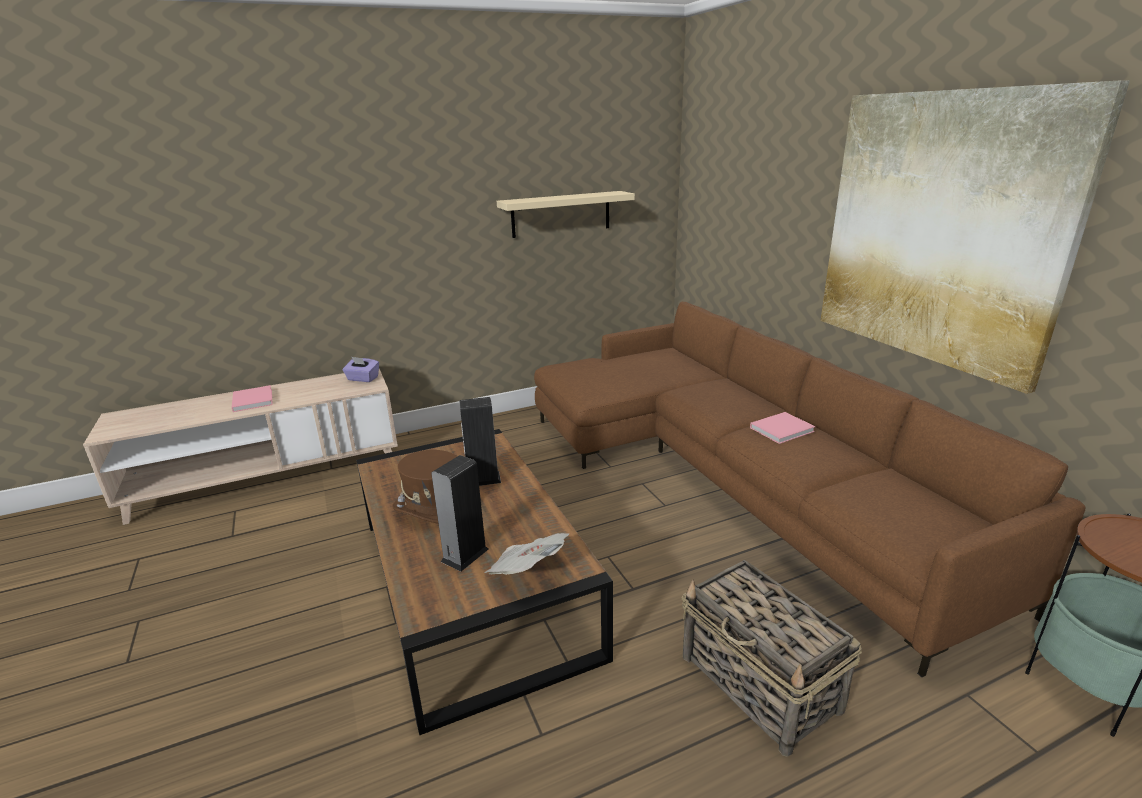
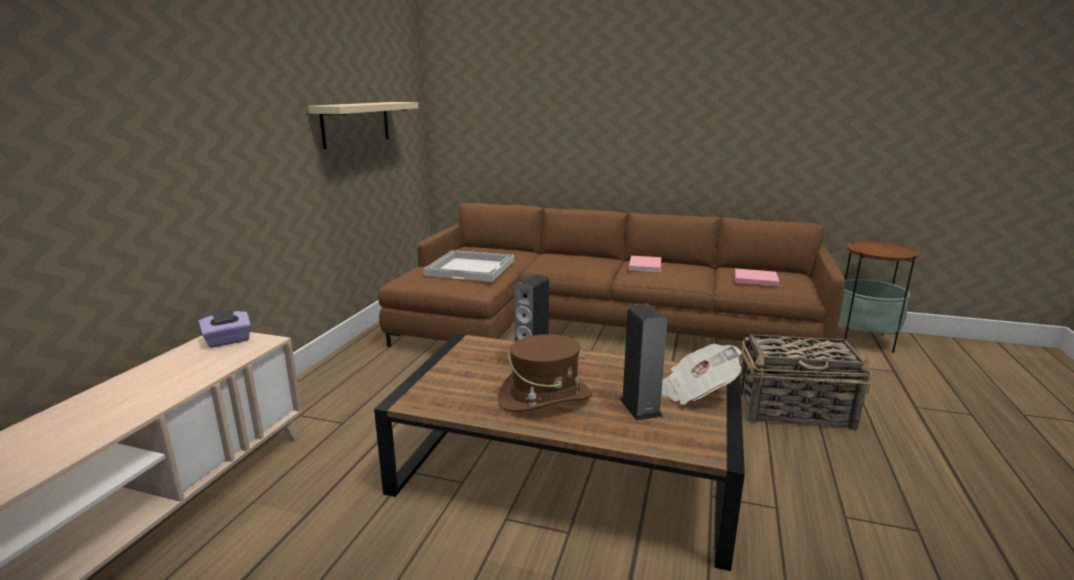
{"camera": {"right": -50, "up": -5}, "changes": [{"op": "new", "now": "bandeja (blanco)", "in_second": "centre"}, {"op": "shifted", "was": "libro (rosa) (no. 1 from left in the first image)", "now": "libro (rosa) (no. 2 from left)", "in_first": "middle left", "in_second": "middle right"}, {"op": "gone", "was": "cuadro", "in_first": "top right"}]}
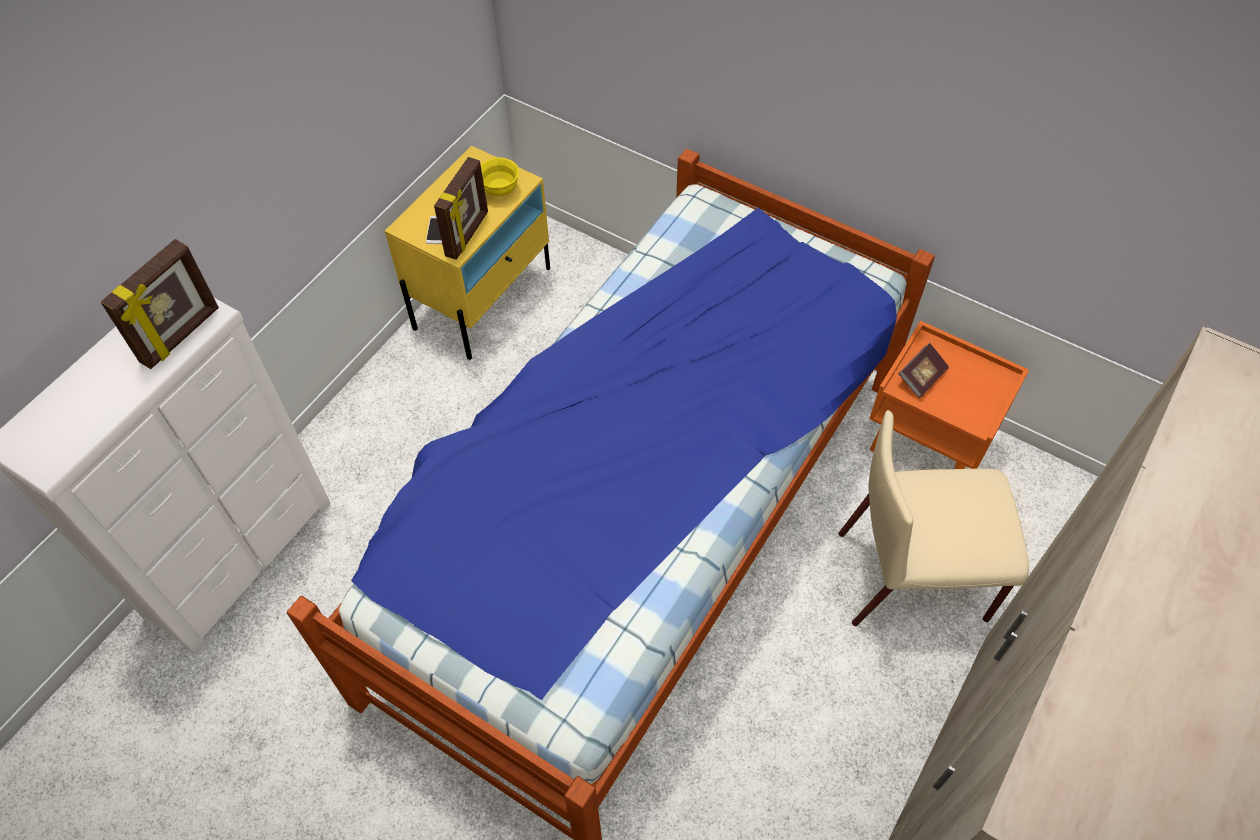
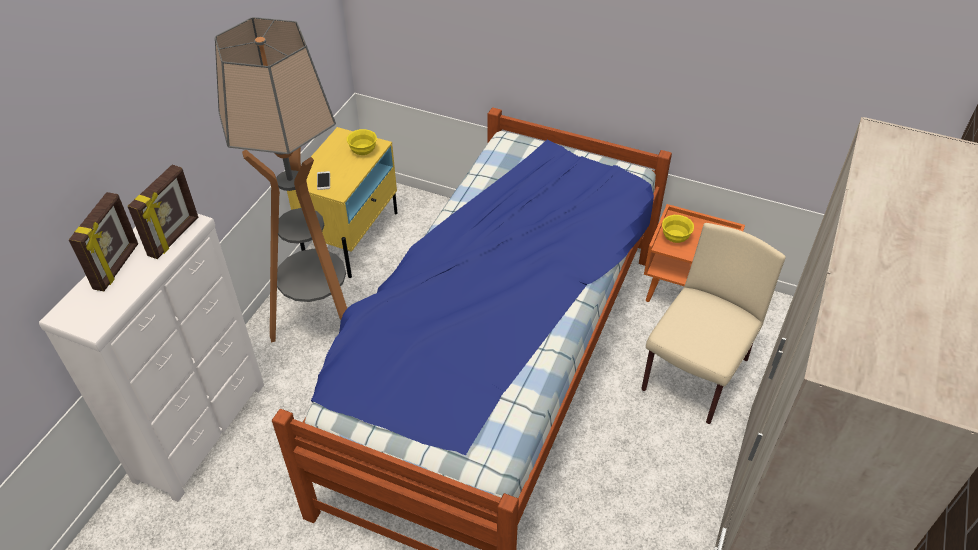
{"camera": {"right": -10, "up": -10}, "changes": [{"op": "shifted", "was": "portarretratos (no. 2 from left in the first image)", "now": "portarretratos (no. 1 from left)", "in_first": "top centre", "in_second": "middle left"}, {"op": "new", "now": "lámpara de pie", "in_second": "top left"}, {"op": "rotated", "was": "silla (beis)", "in_first": "middle right", "in_second": "middle right", "clockwise": 135}, {"op": "swapped", "was": "libro", "now": "cuenco (amarillo) (no. 2 from left)", "in_first": "middle right", "in_second": "middle right"}]}
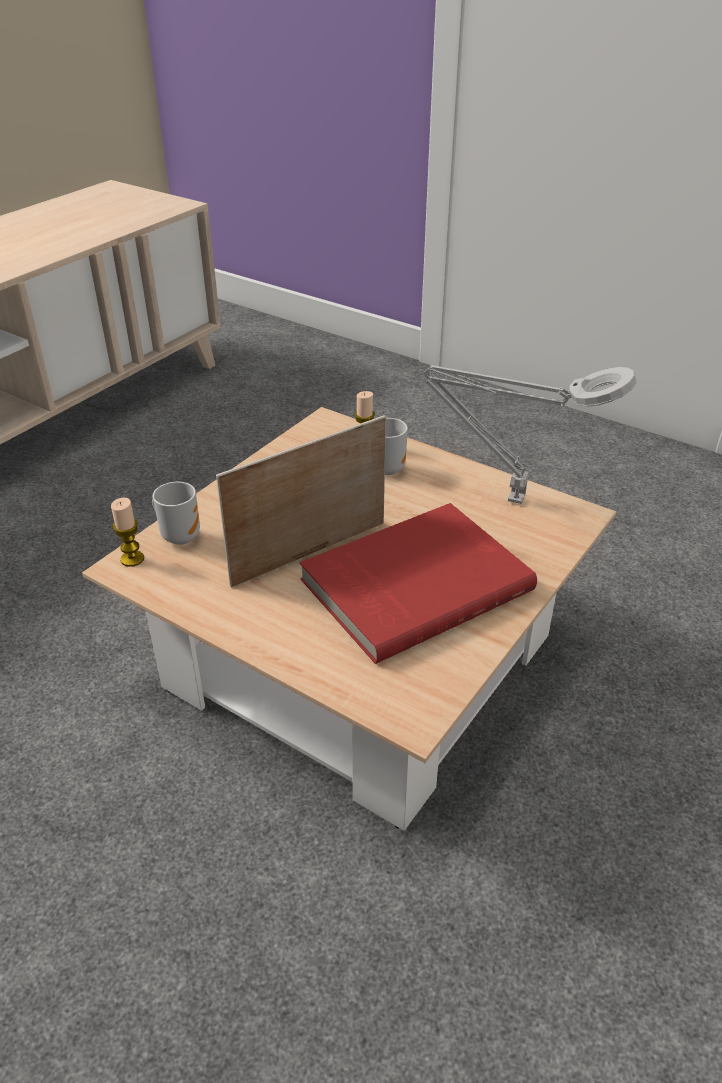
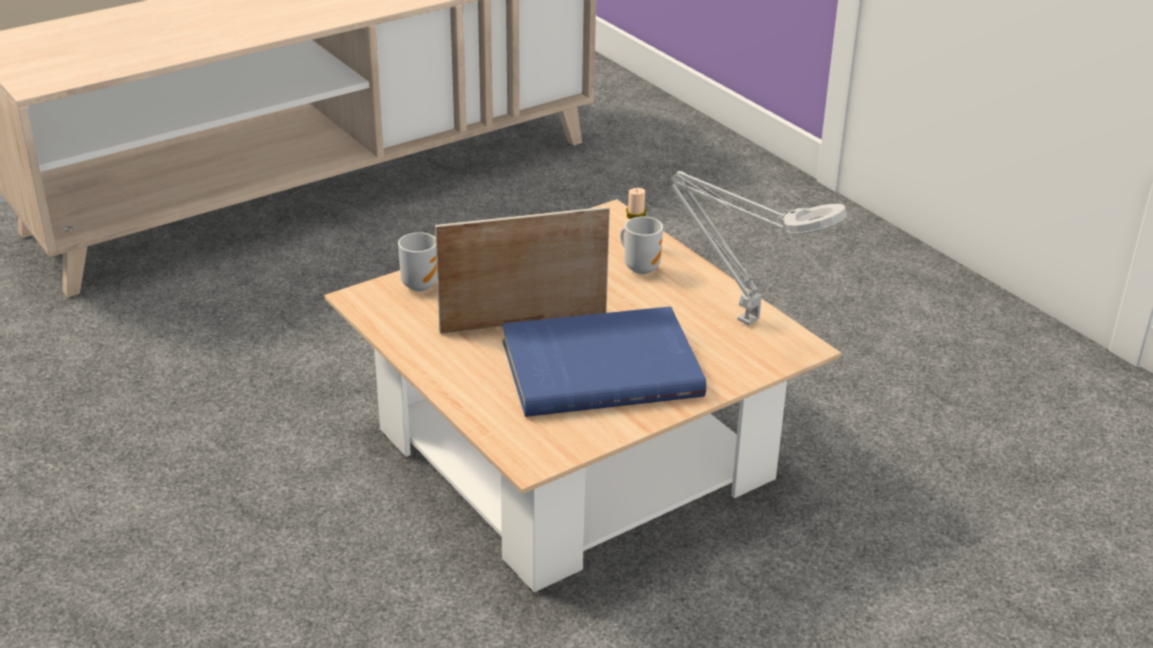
{"camera": {"right": 20, "up": -5}, "changes": [{"op": "repainted", "was": "libro (rojo)", "now": "libro (azul)", "in_first": "centre", "in_second": "centre"}, {"op": "gone", "was": "vela (no. 1 from left)", "in_first": "middle left"}]}
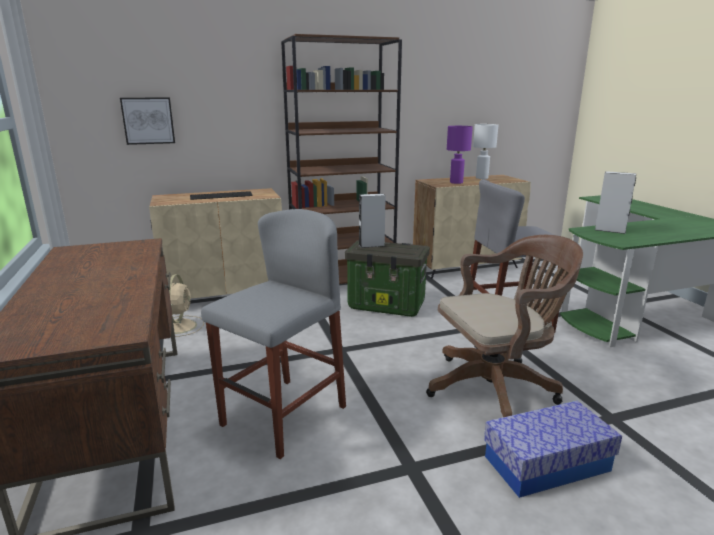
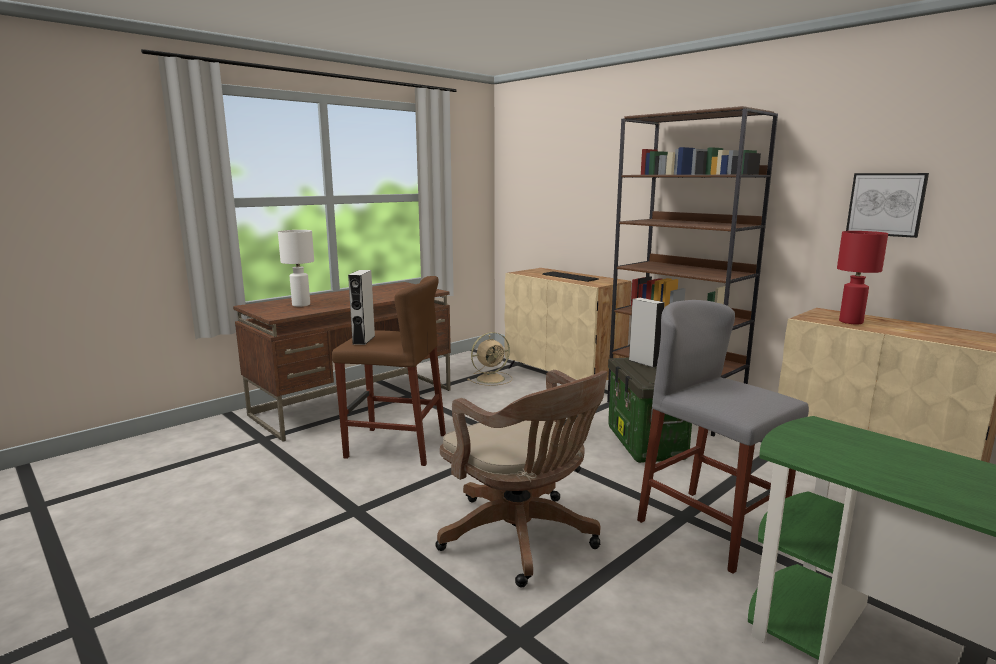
{"camera": {"right": 65, "up": -5}, "changes": [{"op": "shifted", "was": "lámpara de mesa (blanco)", "in_first": "top right", "in_second": "middle left"}, {"op": "repainted", "was": "taburete (gris) (no. 1 from left)", "now": "taburete (marrón)", "in_first": "centre", "in_second": "centre"}, {"op": "shifted", "was": "altavoz (gris) (no. 2 from left in the first image)", "now": "altavoz (gris) (no. 1 from left)", "in_first": "middle right", "in_second": "centre"}, {"op": "repainted", "was": "lámpara de mesa (morado)", "now": "lámpara de mesa (rojo)", "in_first": "top centre", "in_second": "middle right"}, {"op": "shifted", "was": "cuadro", "in_first": "top left", "in_second": "top right"}, {"op": "gone", "was": "caja de almacenaje (no. 2 from left)", "in_first": "bottom right"}]}
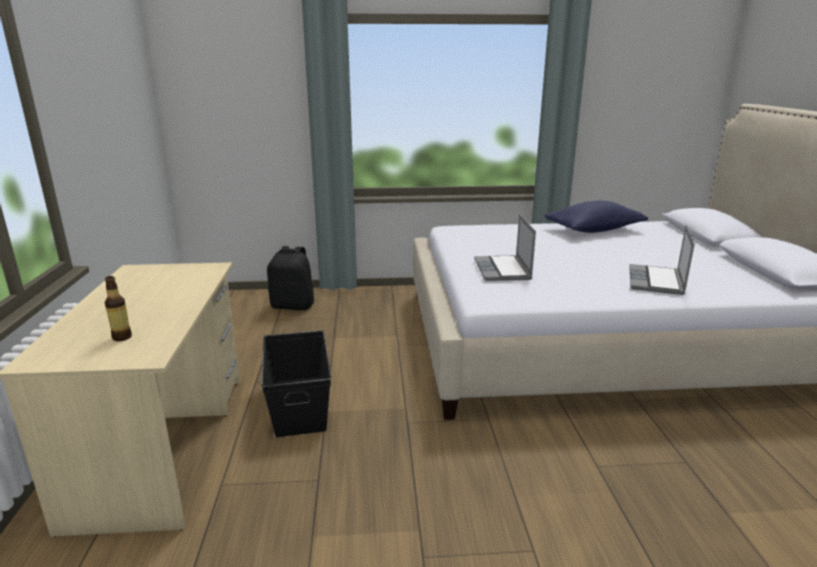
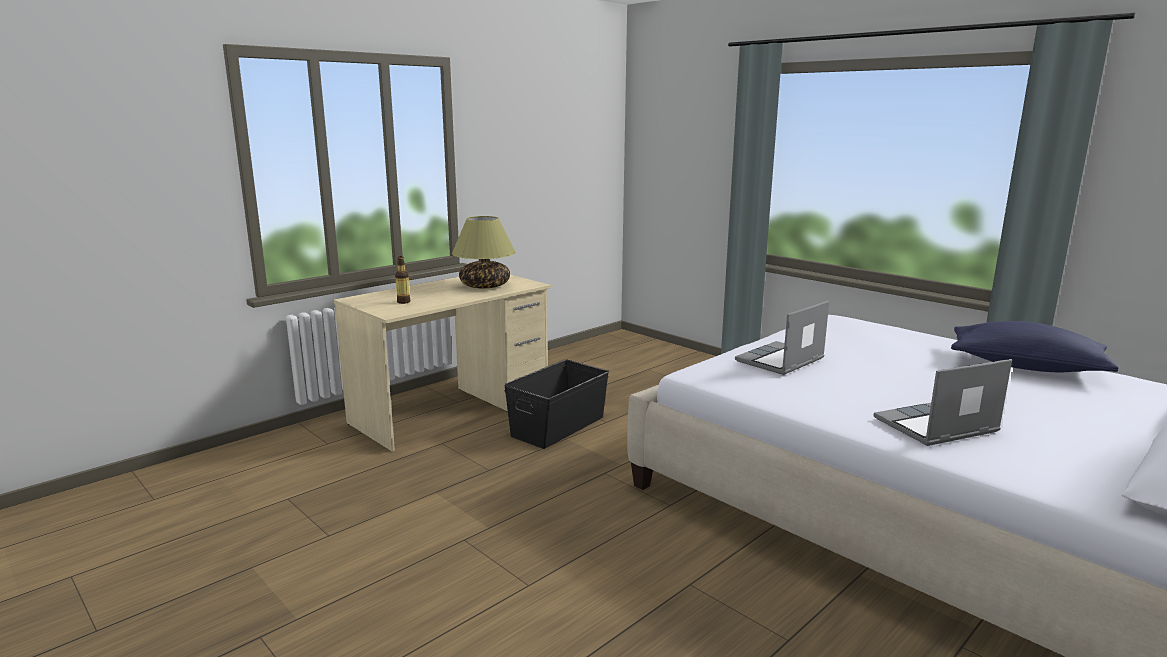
{"camera": {"right": 50, "up": -5}, "changes": [{"op": "new", "now": "lámpara de mesa", "in_second": "centre"}, {"op": "gone", "was": "mochila (negro)", "in_first": "centre"}]}
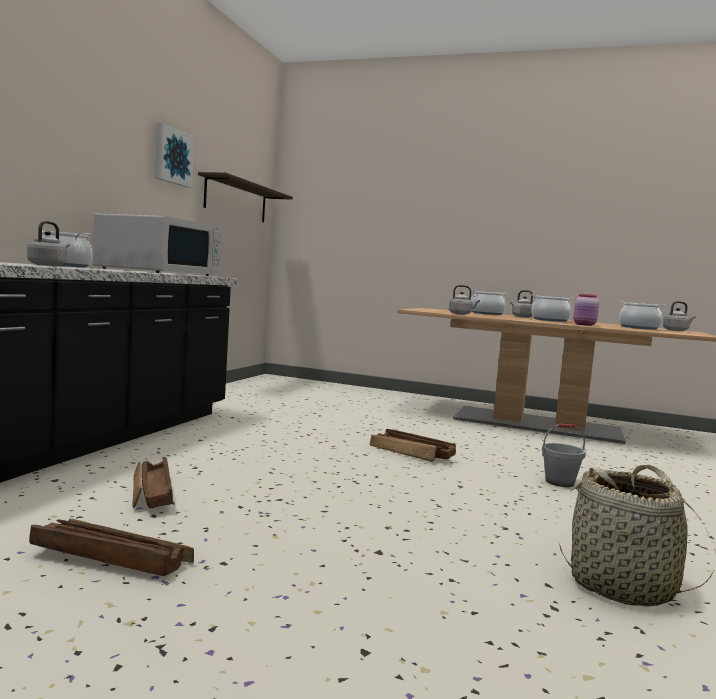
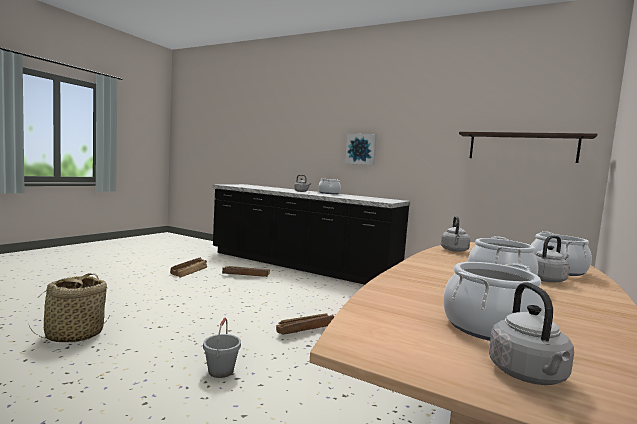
{"camera": {"right": 100, "up": 0}, "changes": [{"op": "shifted", "was": "cuadro", "in_first": "top left", "in_second": "centre"}, {"op": "gone", "was": "microondas (blanco)", "in_first": "middle left"}, {"op": "gone", "was": "tarro (rosa)", "in_first": "middle right"}]}
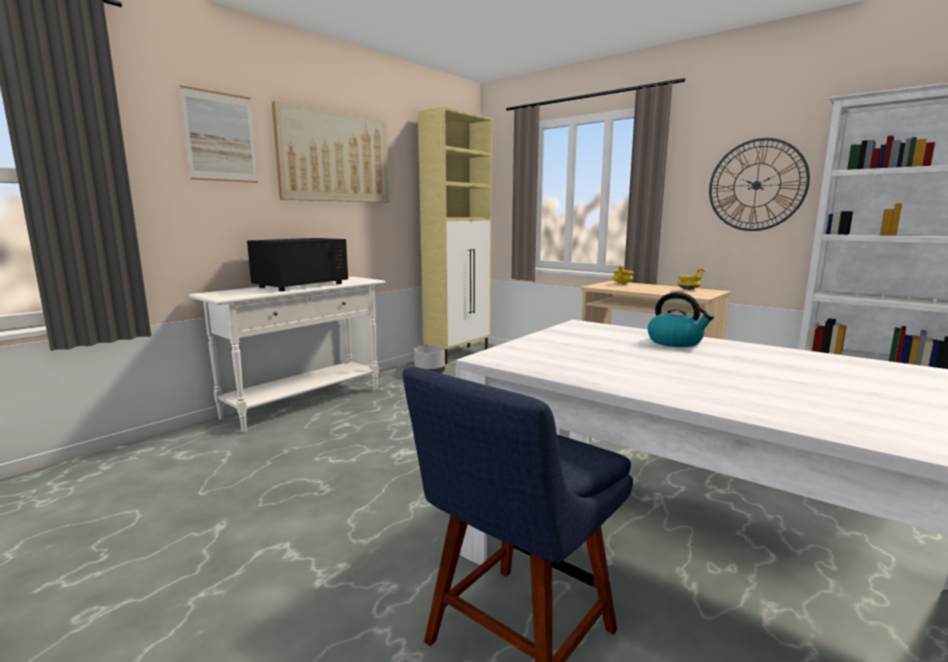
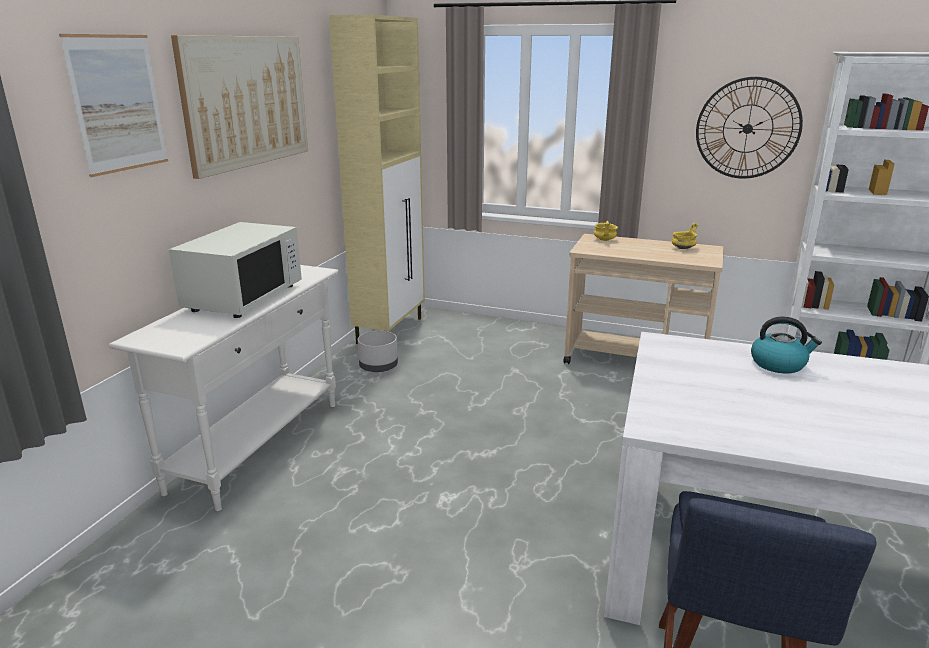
{"camera": {"right": -20, "up": 10}, "changes": [{"op": "repainted", "was": "microondas (negro)", "now": "microondas (blanco)", "in_first": "middle left", "in_second": "middle left"}]}
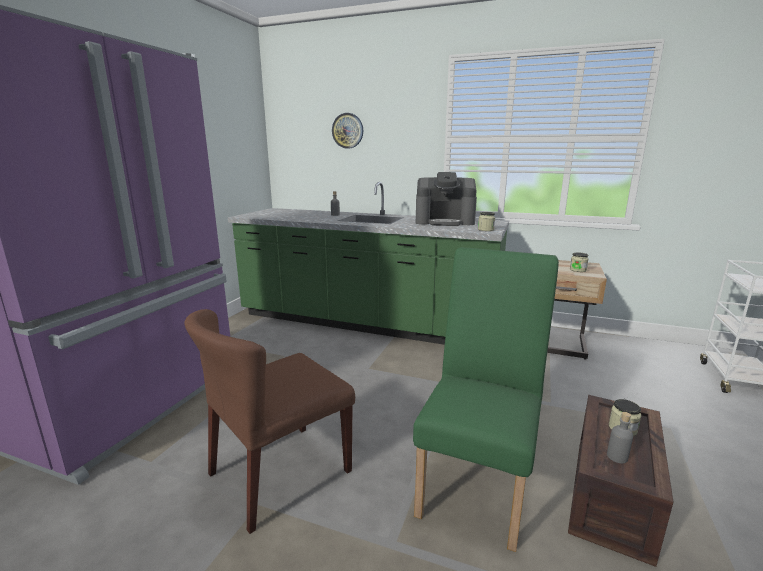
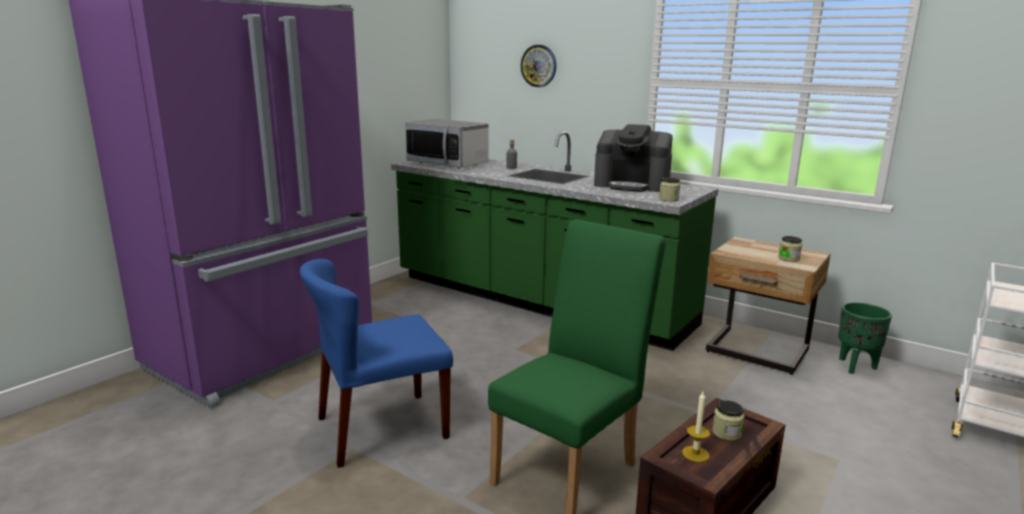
{"camera": {"right": 15, "up": 0}, "changes": [{"op": "repainted", "was": "silla (marrón)", "now": "silla (azul)", "in_first": "bottom centre", "in_second": "bottom centre"}, {"op": "new", "now": "microondas", "in_second": "top centre"}, {"op": "swapped", "was": "botella (gris) (no. 2 from left)", "now": "vela", "in_first": "bottom right", "in_second": "bottom right"}, {"op": "new", "now": "maceta (verde)", "in_second": "middle right"}]}
